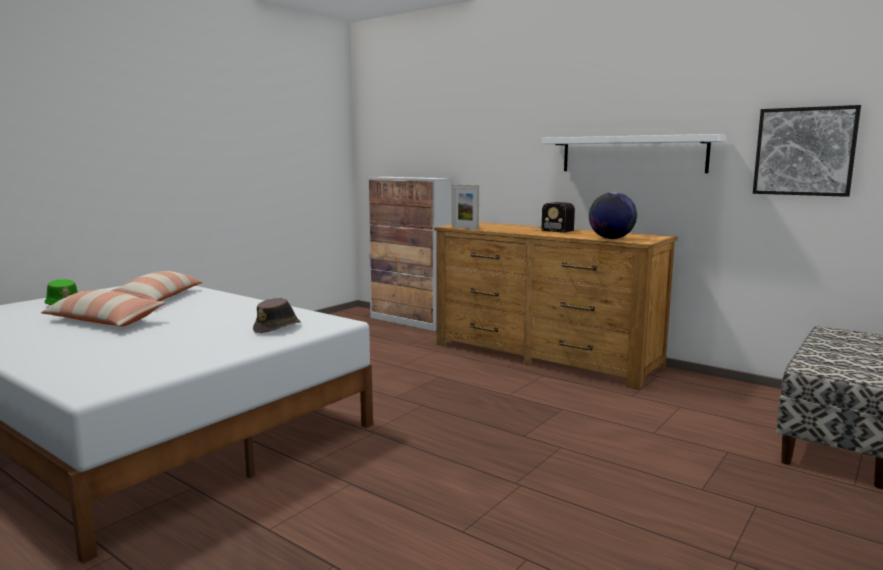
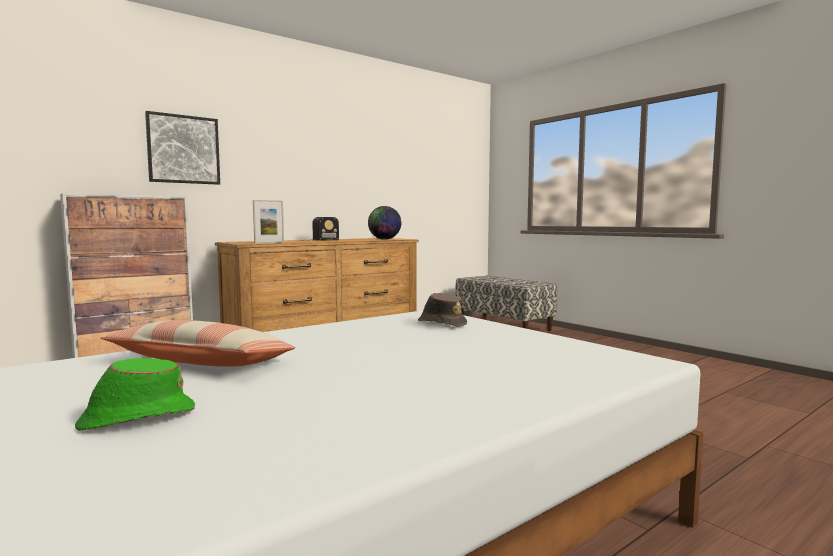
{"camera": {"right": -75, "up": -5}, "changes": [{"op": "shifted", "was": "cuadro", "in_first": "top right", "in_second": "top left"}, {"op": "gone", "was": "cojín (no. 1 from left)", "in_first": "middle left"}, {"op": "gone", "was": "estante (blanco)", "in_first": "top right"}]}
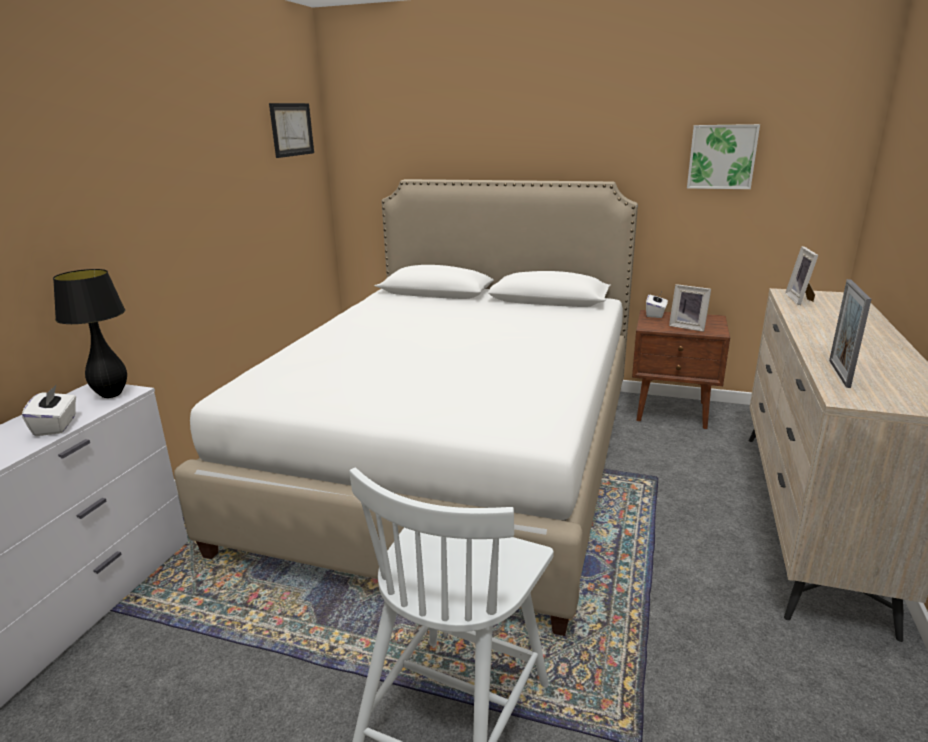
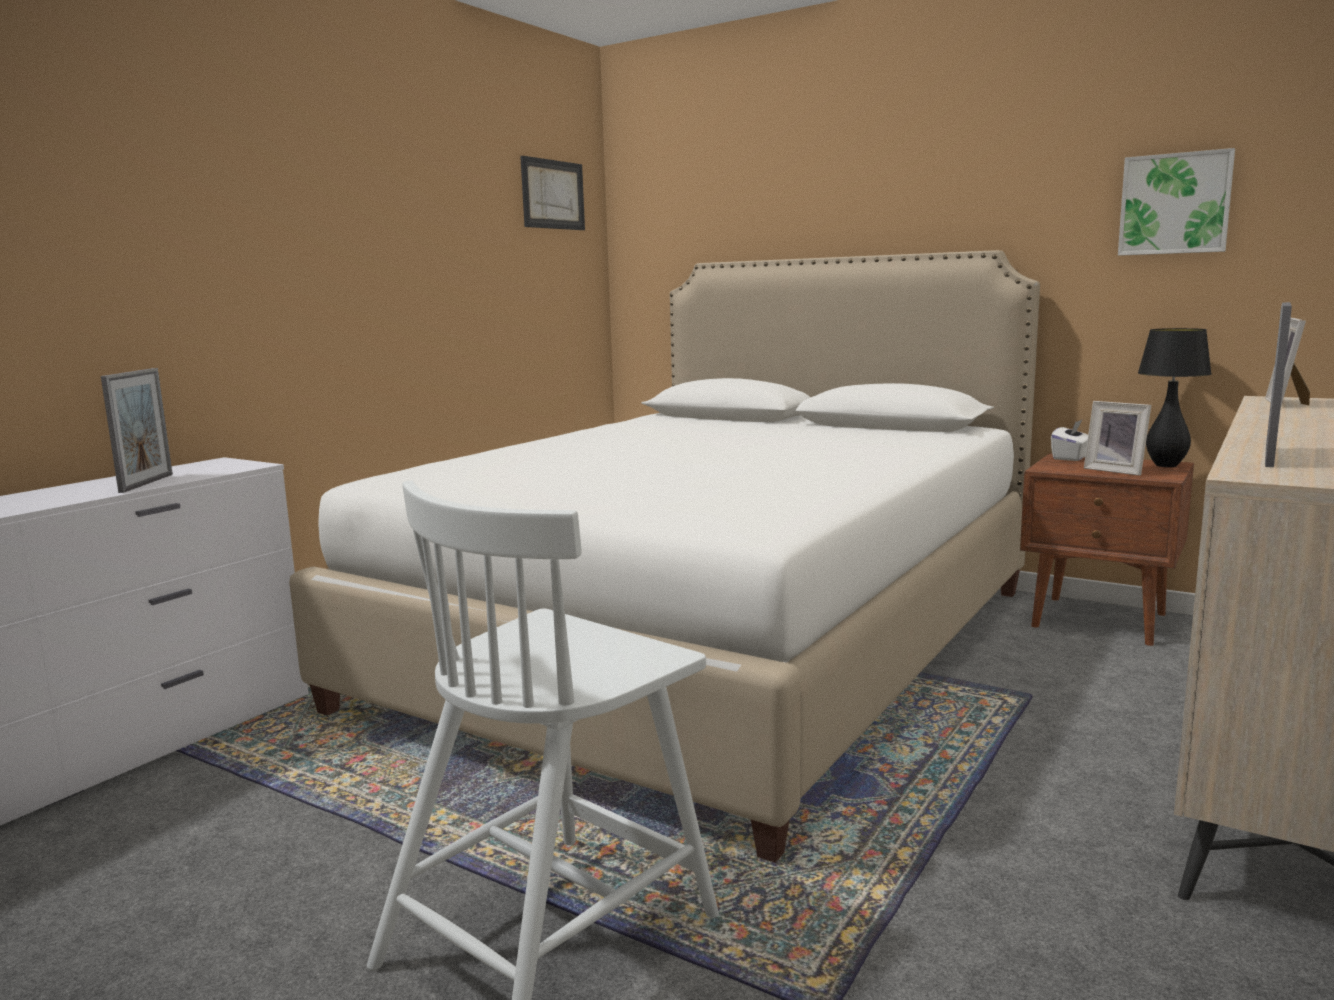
{"camera": {"right": 15, "up": -10}, "changes": [{"op": "swapped", "was": "caja de pañuelos (blanco) (no. 1 from left)", "now": "portarretratos (no. 1 from left)", "in_first": "middle left", "in_second": "middle left"}, {"op": "shifted", "was": "lámpara de mesa (negro)", "in_first": "middle left", "in_second": "middle right"}]}
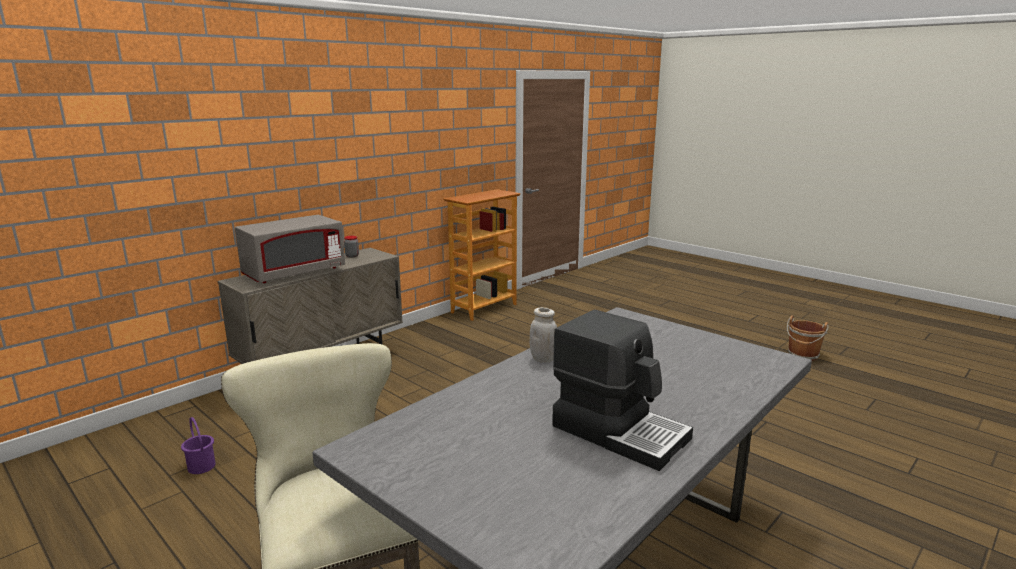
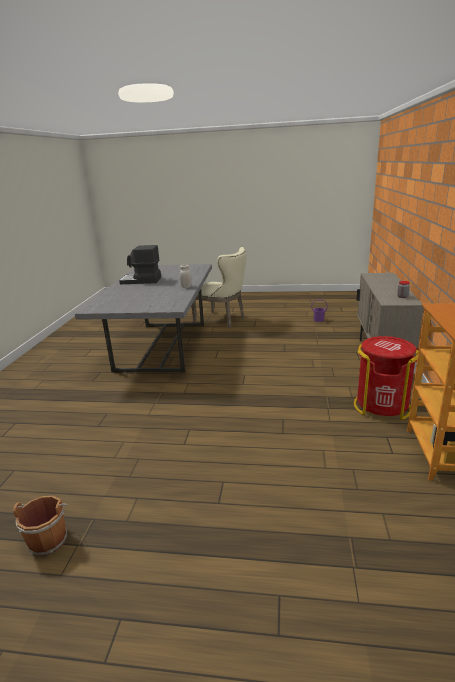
{"camera": {"right": 145, "up": 5}, "changes": [{"op": "new", "now": "papelera (rojo)", "in_second": "middle right"}, {"op": "gone", "was": "microondas (gris)", "in_first": "middle left"}]}
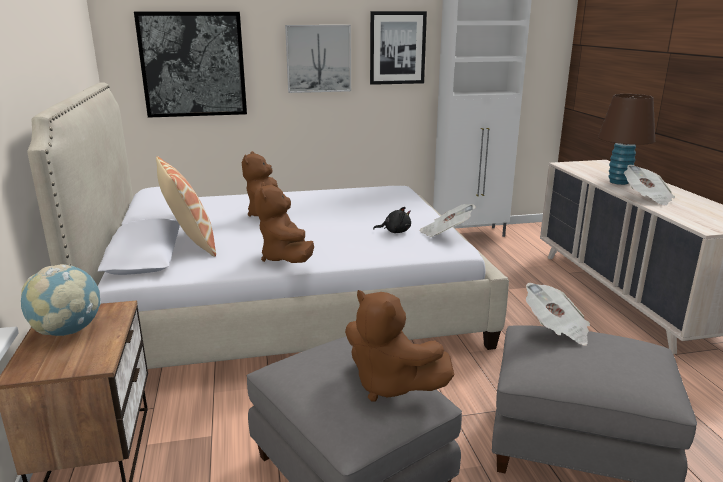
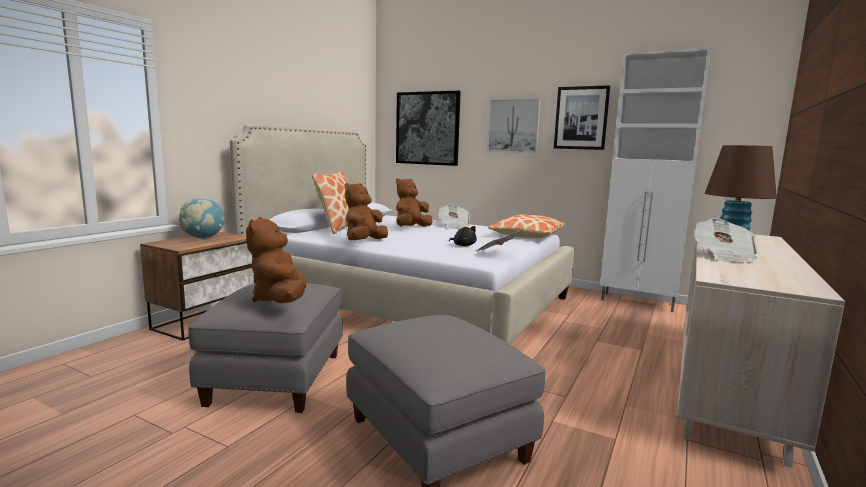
{"camera": {"right": 40, "up": -10}, "changes": [{"op": "shifted", "was": "periódico (no. 2 from left in the first image)", "now": "periódico (no. 1 from left)", "in_first": "middle right", "in_second": "centre"}, {"op": "new", "now": "cojín (no. 2 from left)", "in_second": "centre"}]}
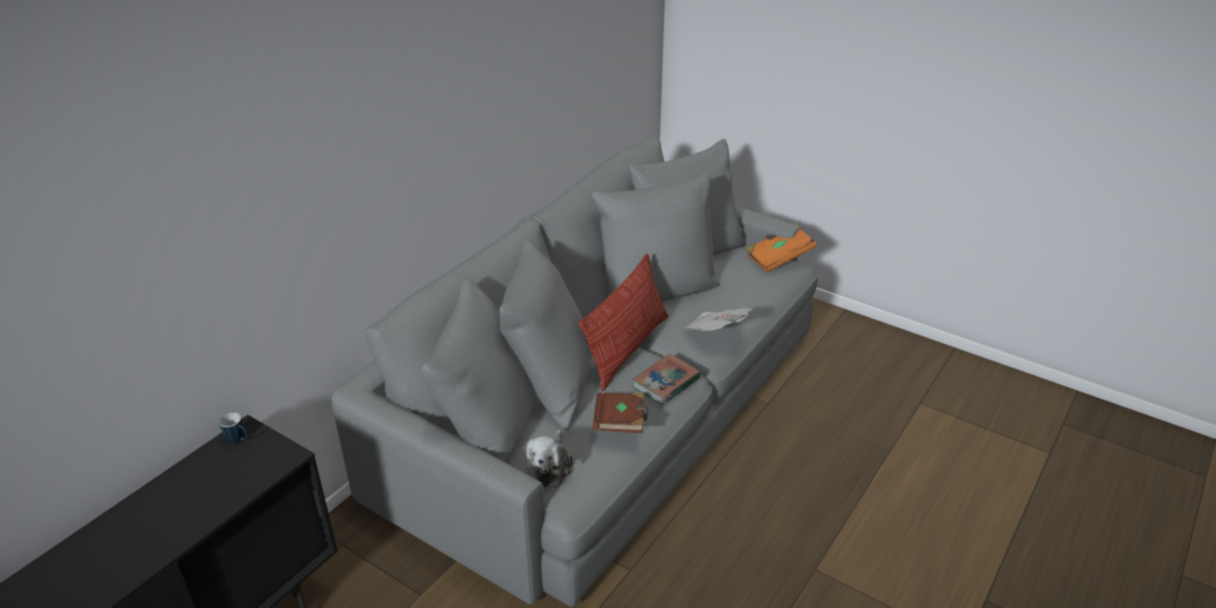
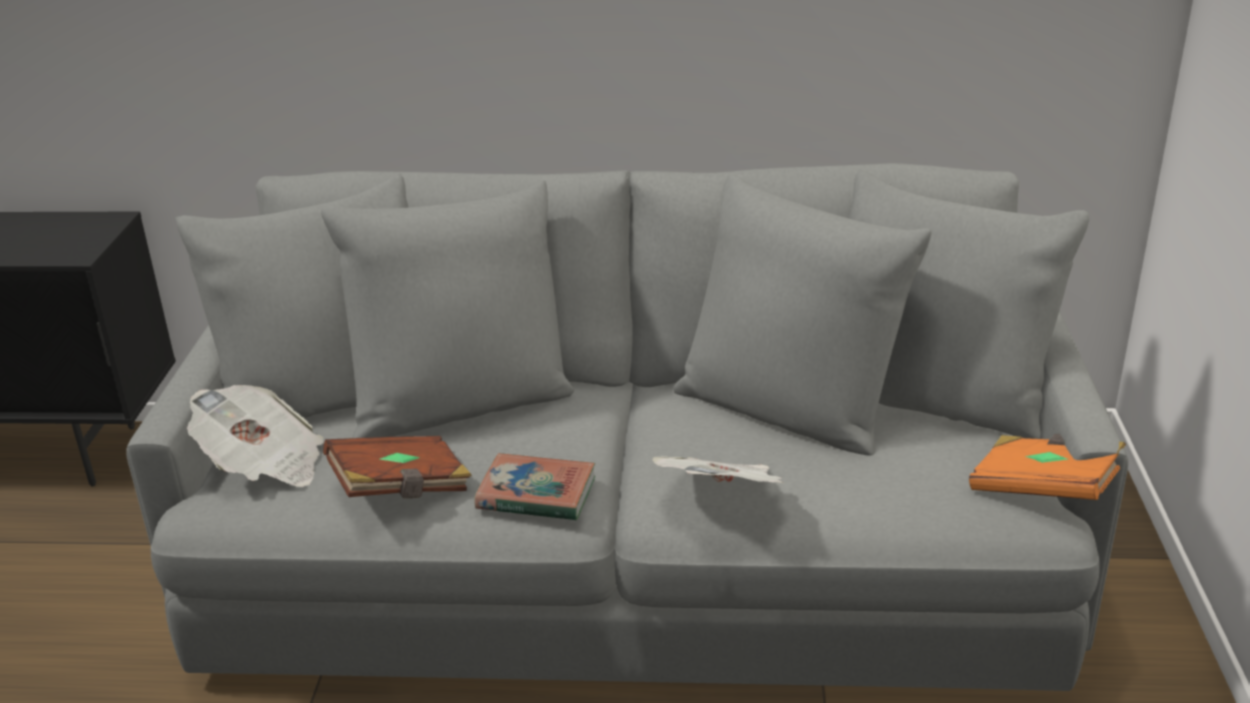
{"camera": {"right": 60, "up": -5}, "changes": [{"op": "swapped", "was": "peluche", "now": "periódico (no. 1 from left)", "in_first": "bottom centre", "in_second": "middle left"}, {"op": "gone", "was": "taza grande", "in_first": "bottom left"}, {"op": "gone", "was": "cojín", "in_first": "centre"}]}
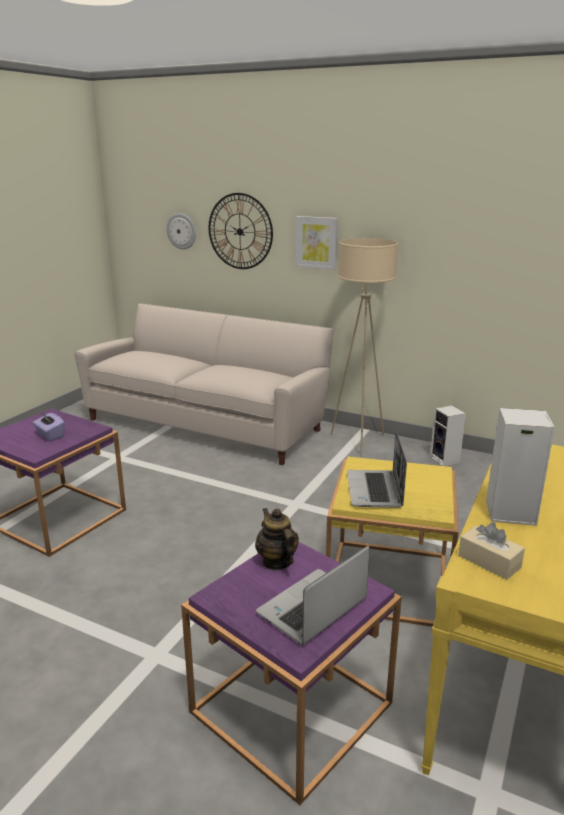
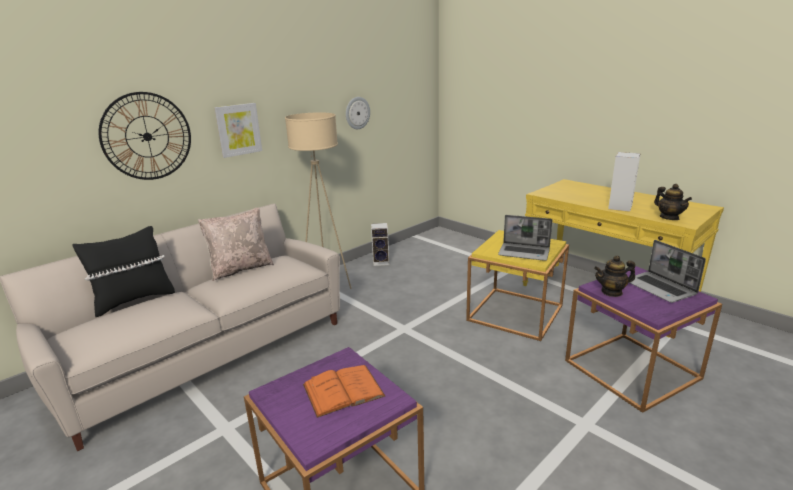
{"camera": {"right": -70, "up": 0}, "changes": [{"op": "new", "now": "cojín (negro)", "in_second": "middle left"}, {"op": "new", "now": "cojín (beis)", "in_second": "middle left"}, {"op": "swapped", "was": "caja de pañuelos (morado)", "now": "libro (naranja)", "in_first": "middle left", "in_second": "bottom centre"}, {"op": "shifted", "was": "reloj de pared (no. 1 from left in the first image)", "now": "reloj de pared (no. 2 from left)", "in_first": "top left", "in_second": "top centre"}, {"op": "swapped", "was": "caja de pañuelos (beis)", "now": "tetera (no. 2 from left)", "in_first": "bottom right", "in_second": "middle right"}]}
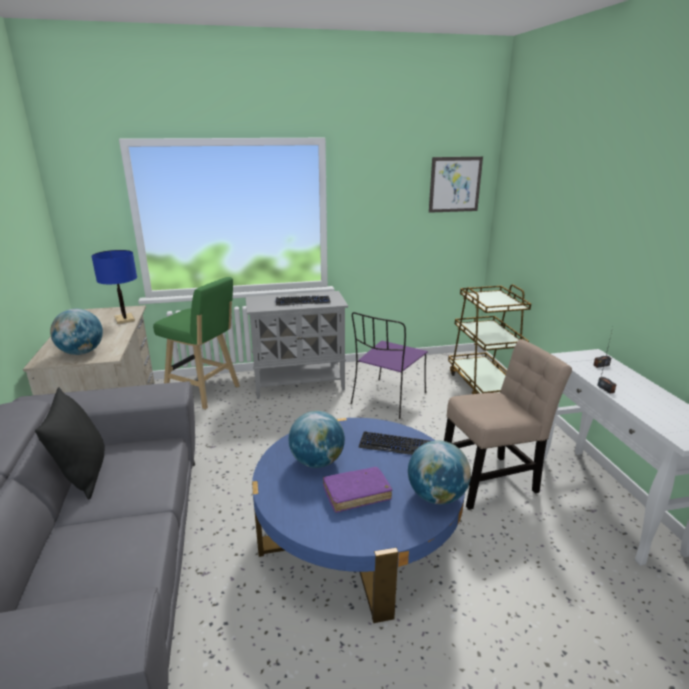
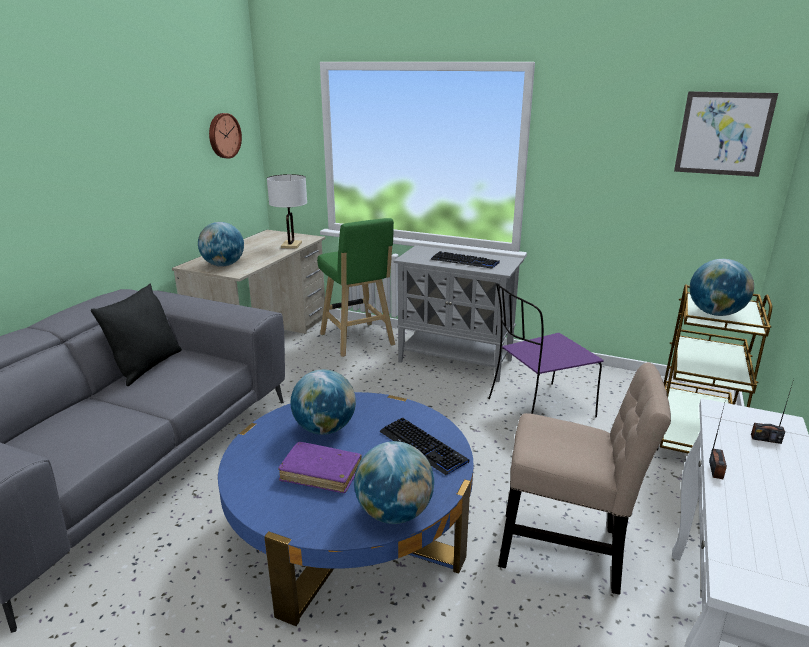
{"camera": {"right": 35, "up": 0}, "changes": [{"op": "new", "now": "reloj de pared", "in_second": "top left"}, {"op": "repainted", "was": "lámpara de mesa (azul)", "now": "lámpara de mesa (blanco)", "in_first": "middle left", "in_second": "top centre"}, {"op": "new", "now": "globo terráqueo (no. 4 from left)", "in_second": "middle right"}]}
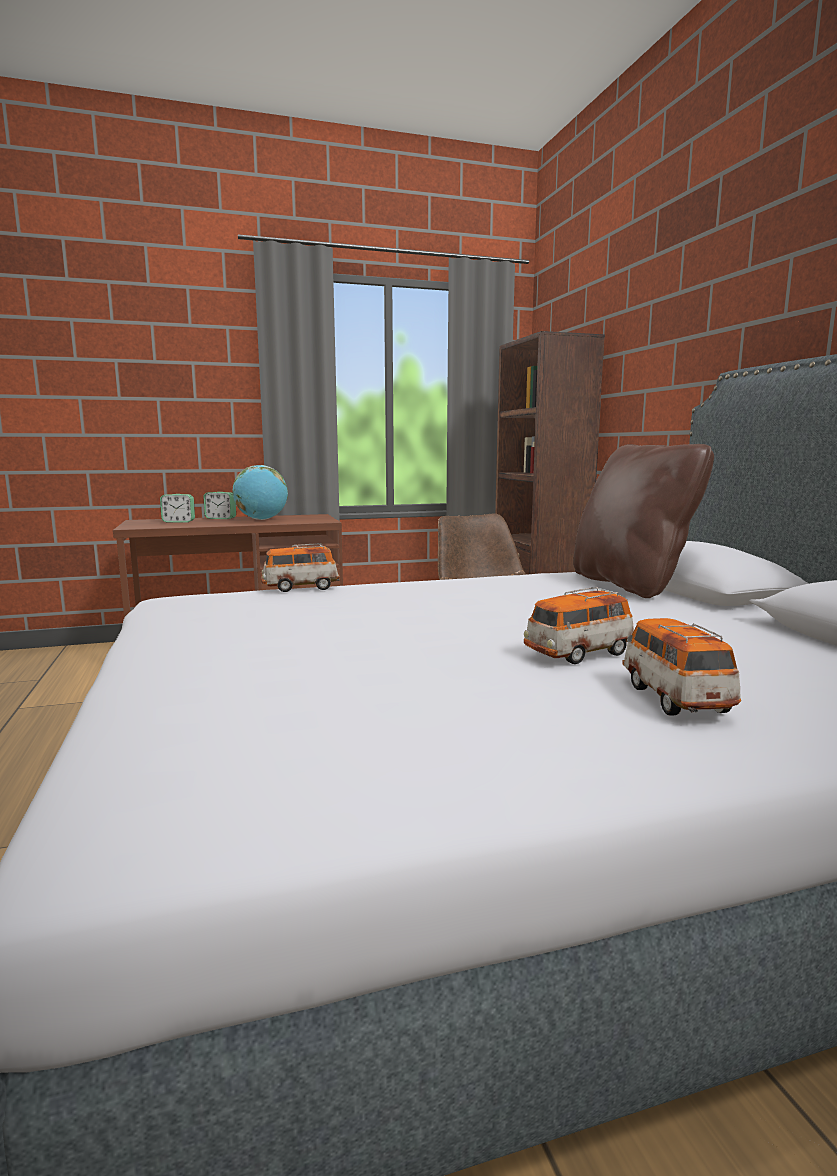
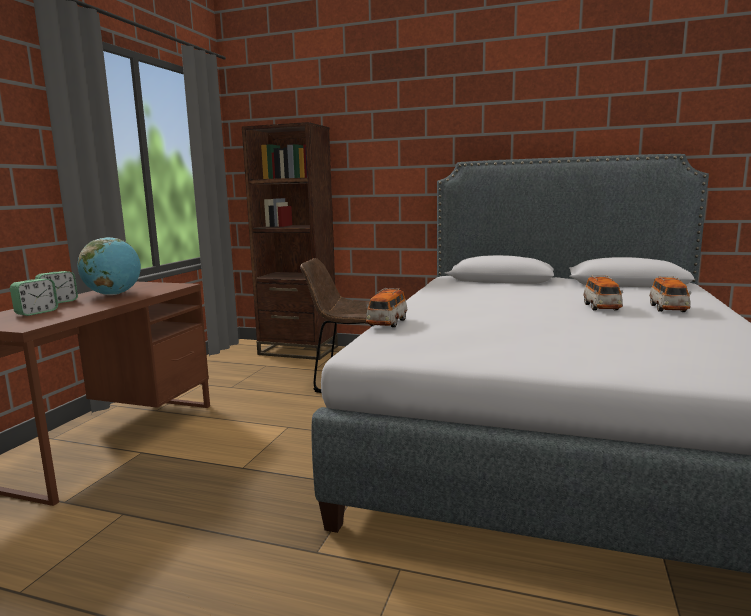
{"camera": {"right": -55, "up": 0}, "changes": [{"op": "rotated", "was": "coche de juguete (no. 3 from left)", "in_first": "middle right", "in_second": "middle right", "clockwise": -105}, {"op": "gone", "was": "cojín (marrón)", "in_first": "middle right"}]}
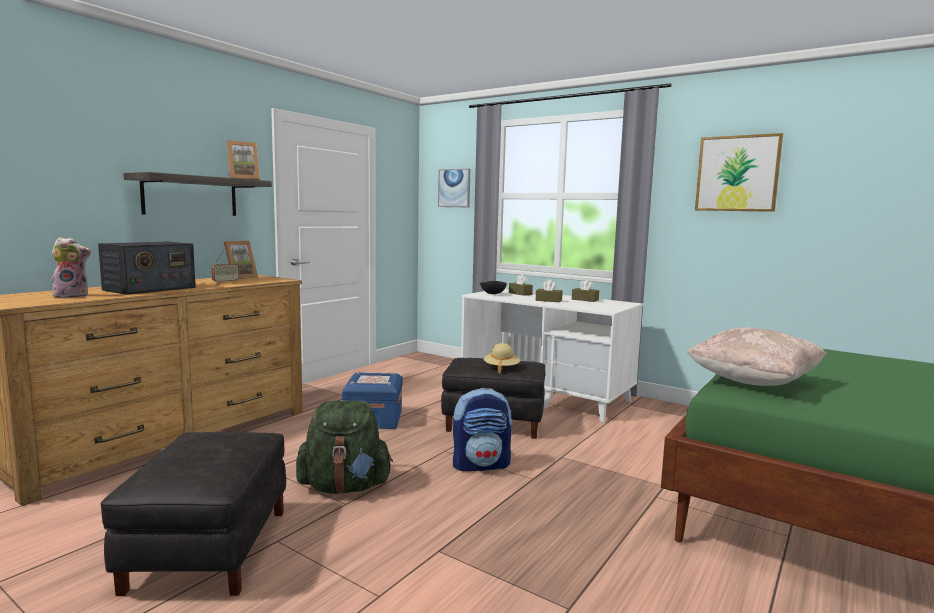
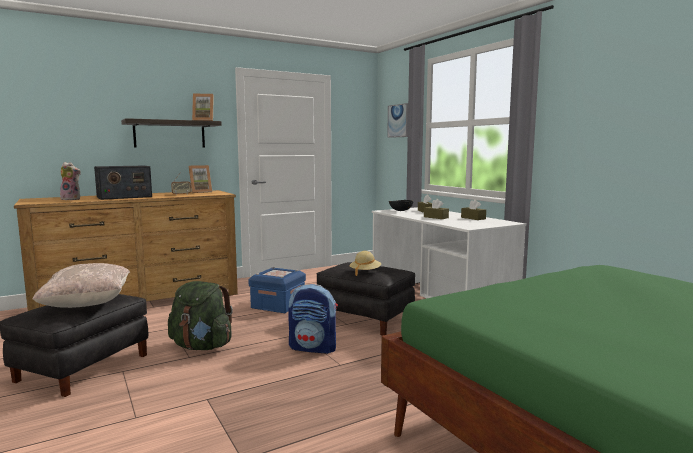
{"camera": {"right": 25, "up": 0}, "changes": [{"op": "shifted", "was": "cojín (beis)", "in_first": "middle right", "in_second": "middle left"}, {"op": "gone", "was": "cuadro (no. 2 from left)", "in_first": "top right"}]}
